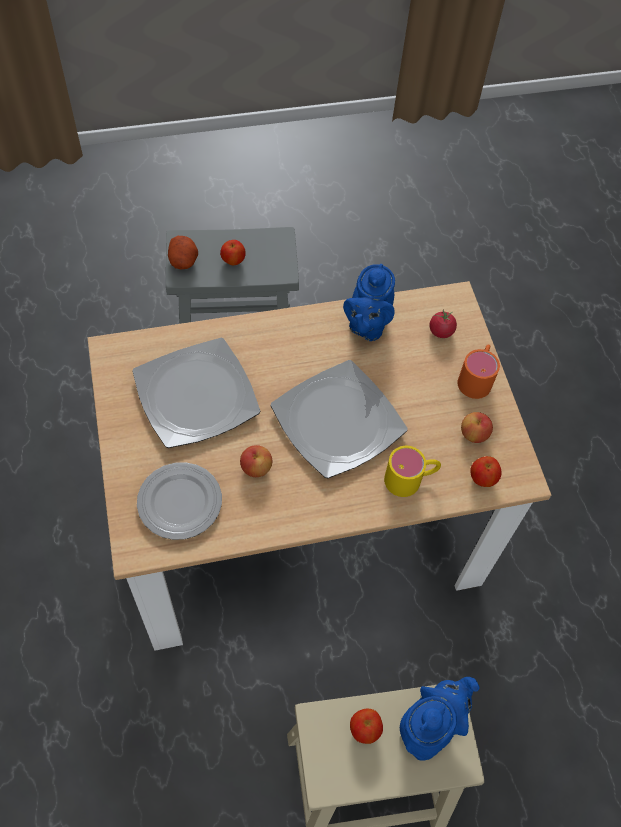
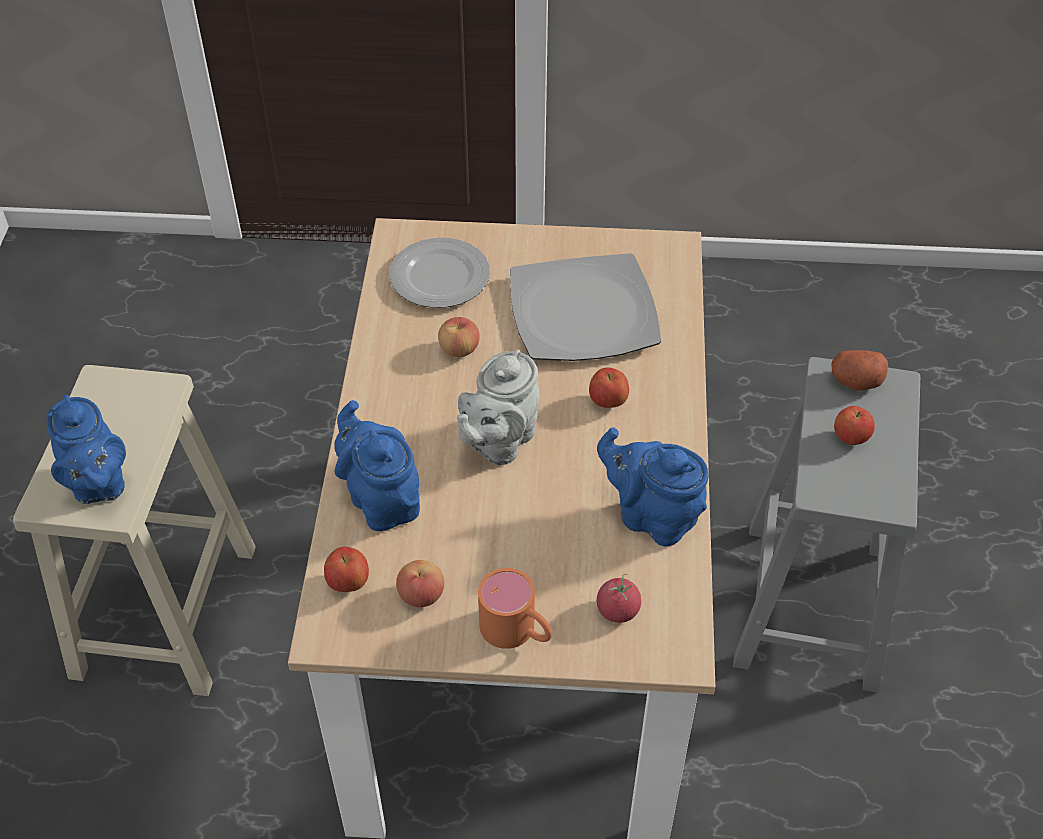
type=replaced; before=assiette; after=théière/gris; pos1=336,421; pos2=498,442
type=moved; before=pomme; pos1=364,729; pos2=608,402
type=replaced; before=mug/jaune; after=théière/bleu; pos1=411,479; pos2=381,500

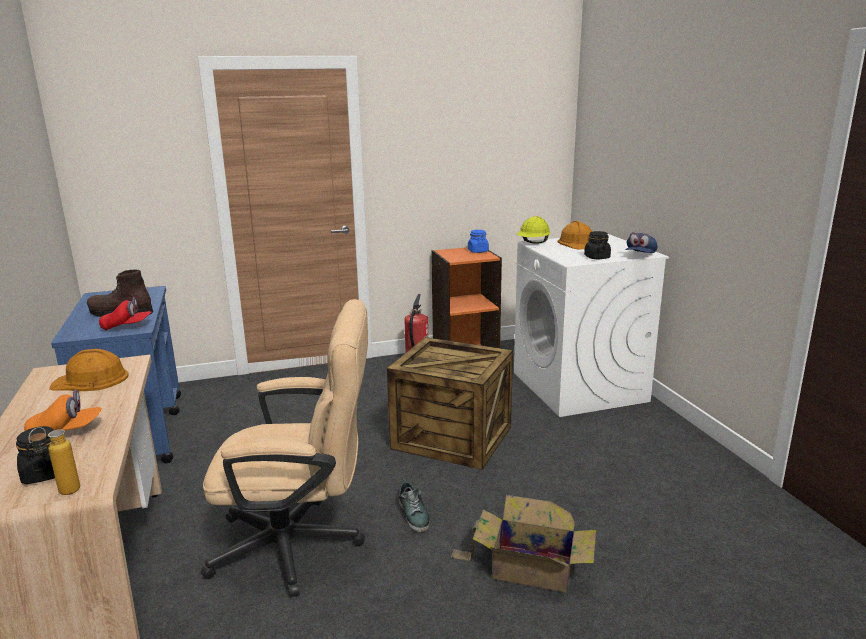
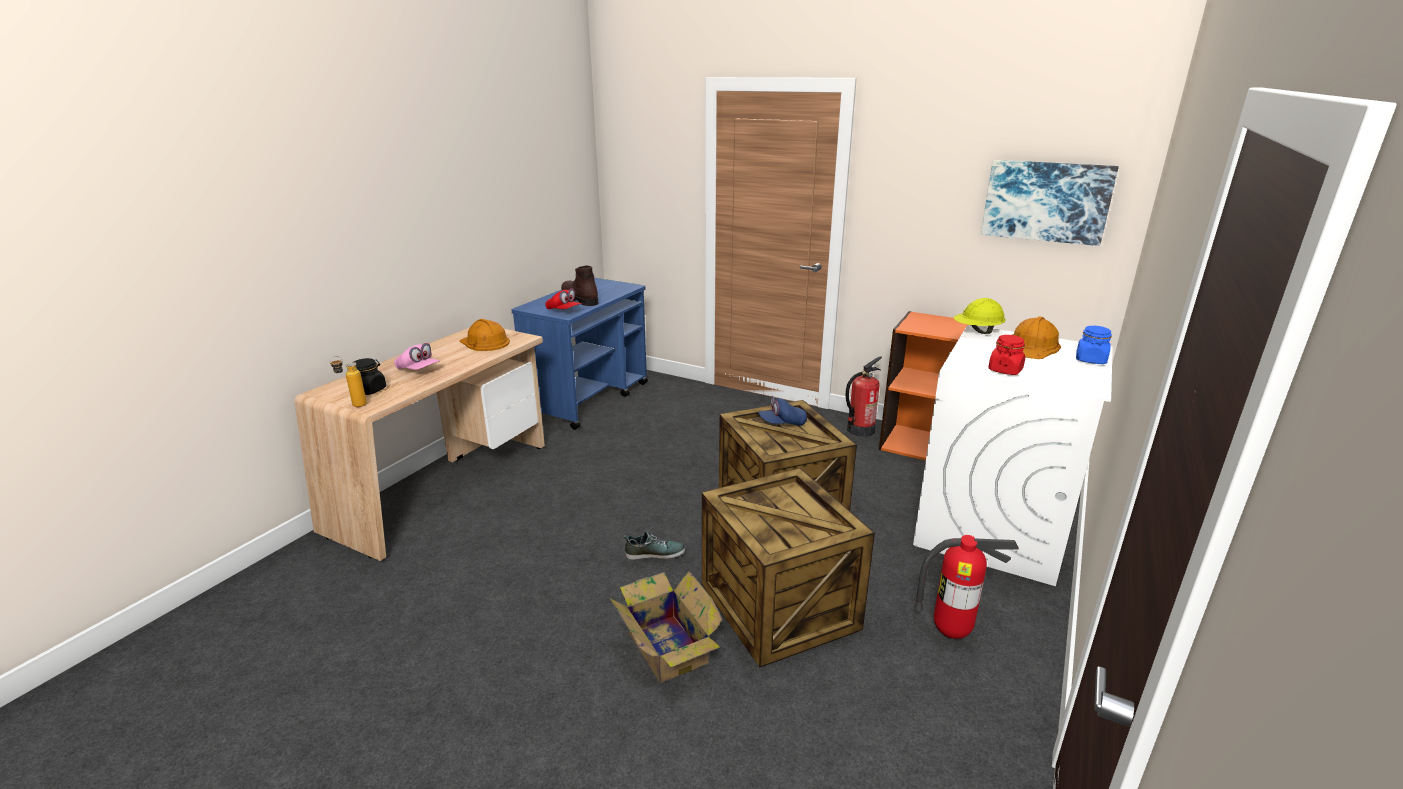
type=recoloured; before=casquette/orange; after=casquette/rose; pos1=66,431; pos2=418,370
type=removed; before=chaise de bureau/beige; pos1=300,545
type=turned; before=chaussure; pos1=414,515; pos2=655,553; turn=-120
type=moved; before=bocal/bleu; pos1=478,251; pos2=1090,360
type=recoloured; before=bocal/noir; after=bocal/rouge; pos1=596,257; pos2=1005,370
type=moved; before=casquette/bleu; pos1=640,256; pos2=782,423
type=added; after=caisse; pos2=781,605
type=added; after=extincteur; pos2=951,632
type=added; after=tableau; pos2=1046,201

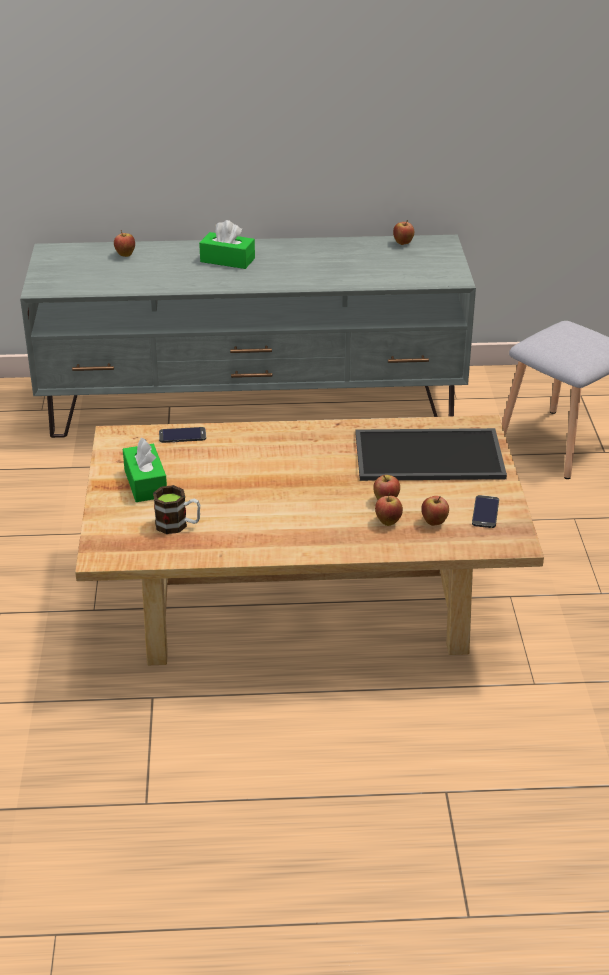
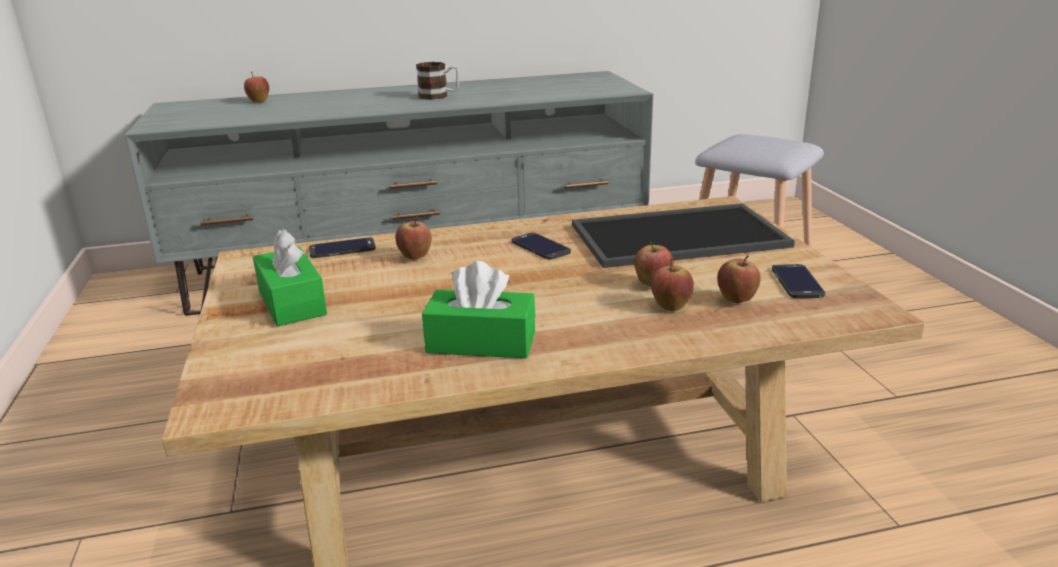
type=moved; before=mug; pos1=178,525; pos2=439,96
type=moved; before=boîte à mouchoirs/vert; pos1=227,260; pos2=481,342
type=moved; before=pomme; pos1=403,243; pos2=415,258
type=added; after=téléphone; pos2=540,247

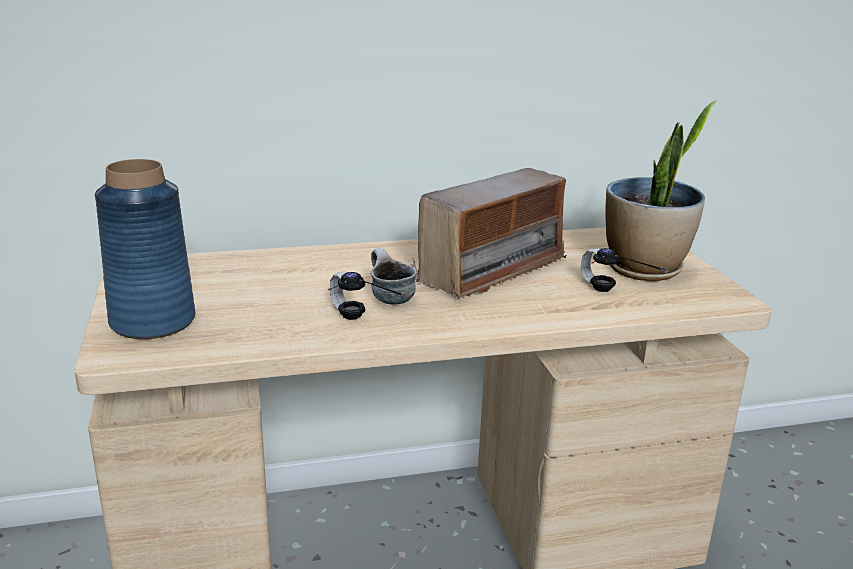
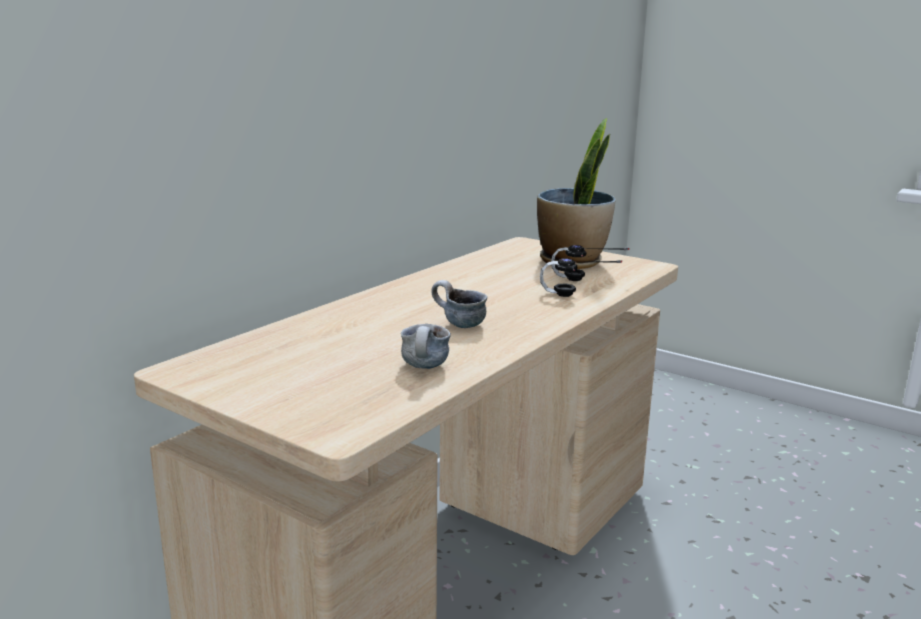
type=removed; before=vase/bleu; pos1=153,322
type=moved; before=casque audio; pos1=355,324; pos2=578,298
type=removed; before=radio; pos1=491,270
type=added; after=mug; pos2=426,368

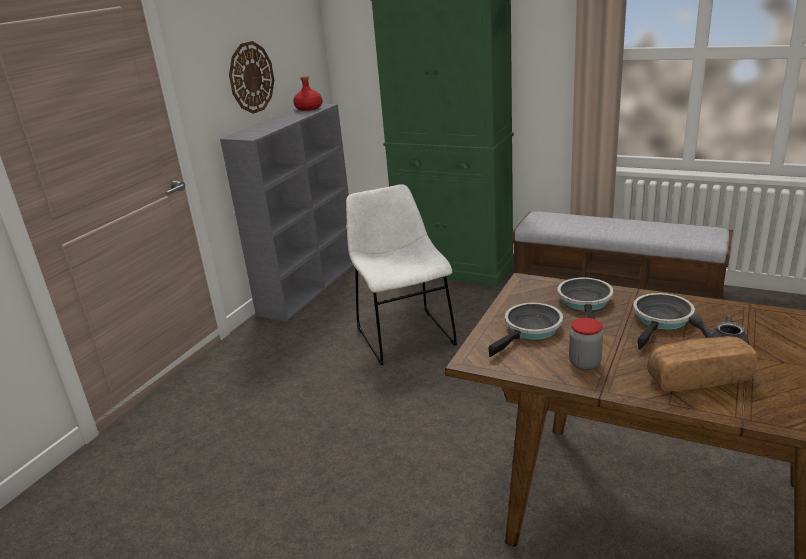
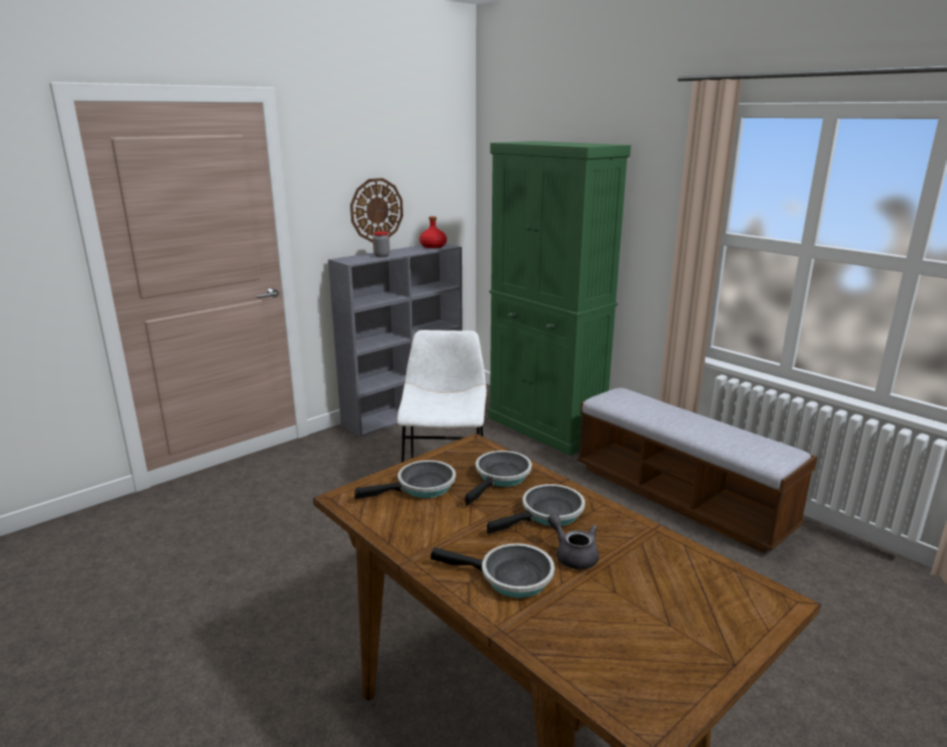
type=moved; before=bocal; pos1=584,363; pos2=381,256
type=replaced; before=pain; after=poêle; pos1=697,378; pos2=510,577

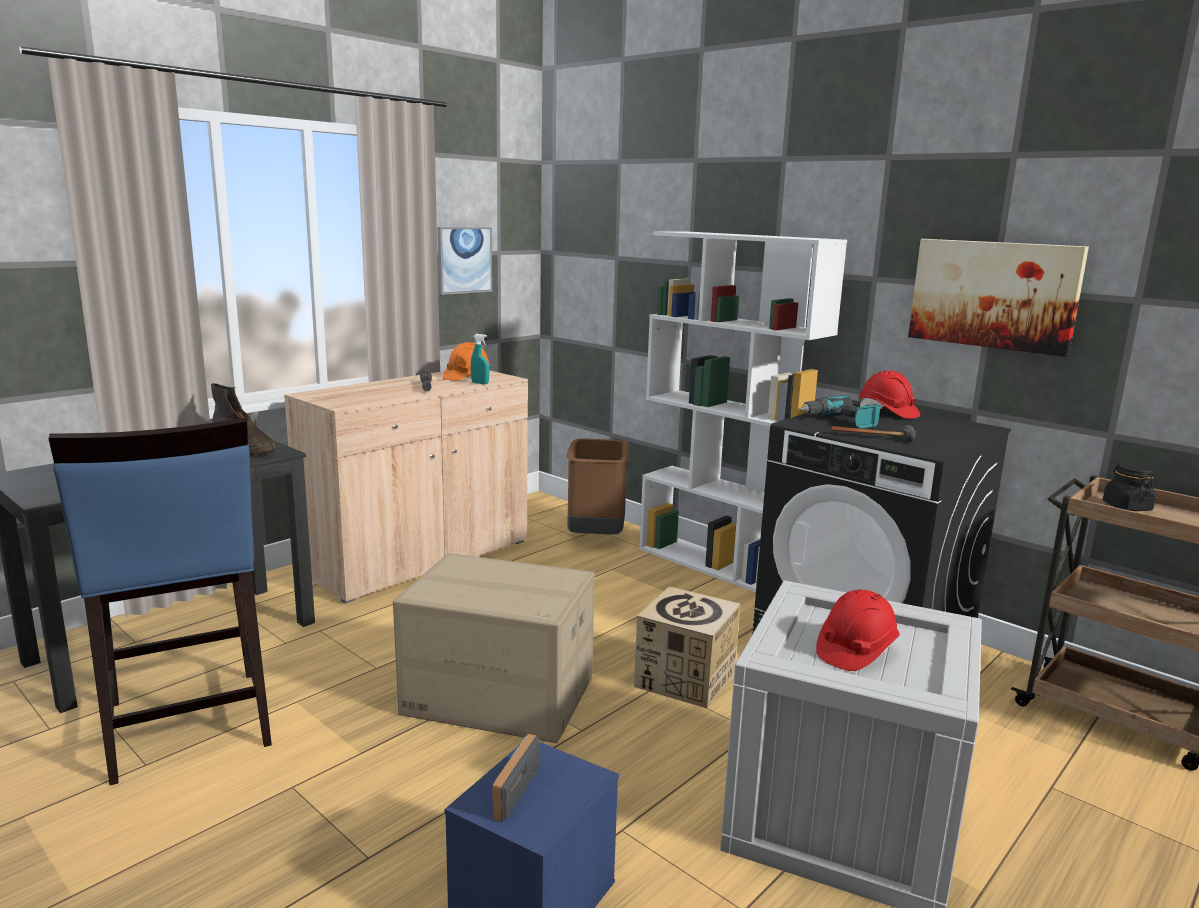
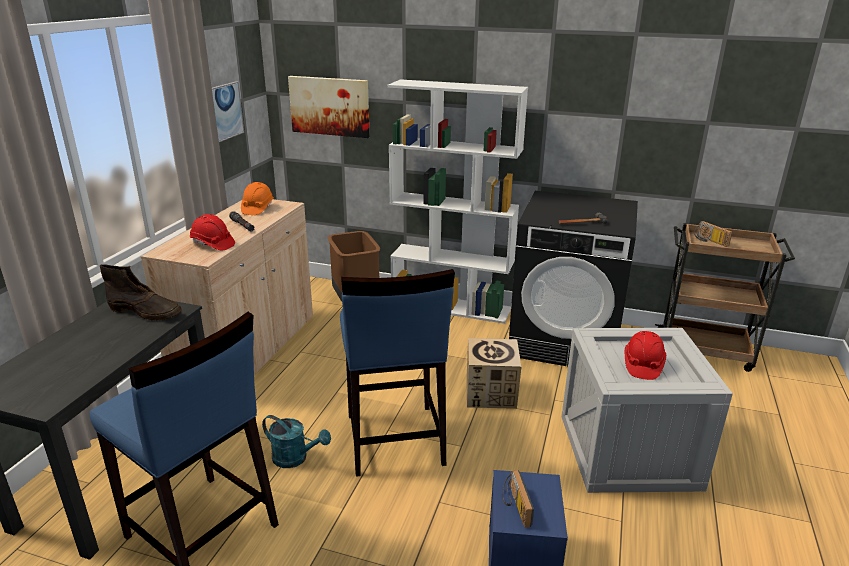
type=replaced; before=carton; after=tabouret/bleu; pos1=498,697; pos2=394,440
type=removed; before=vaporisateur/turquoise; pos1=480,383
type=removed; before=perceuse; pos1=840,421
type=moved; before=casque de chantier/rouge; pos1=887,412; pos2=212,244
type=moved; before=tableau; pos1=993,294; pos2=330,106
type=replaced; before=bocal/noir; after=radio; pos1=1126,507; pos2=709,241
type=added; after=arrosoir/turquoise; pos2=295,458

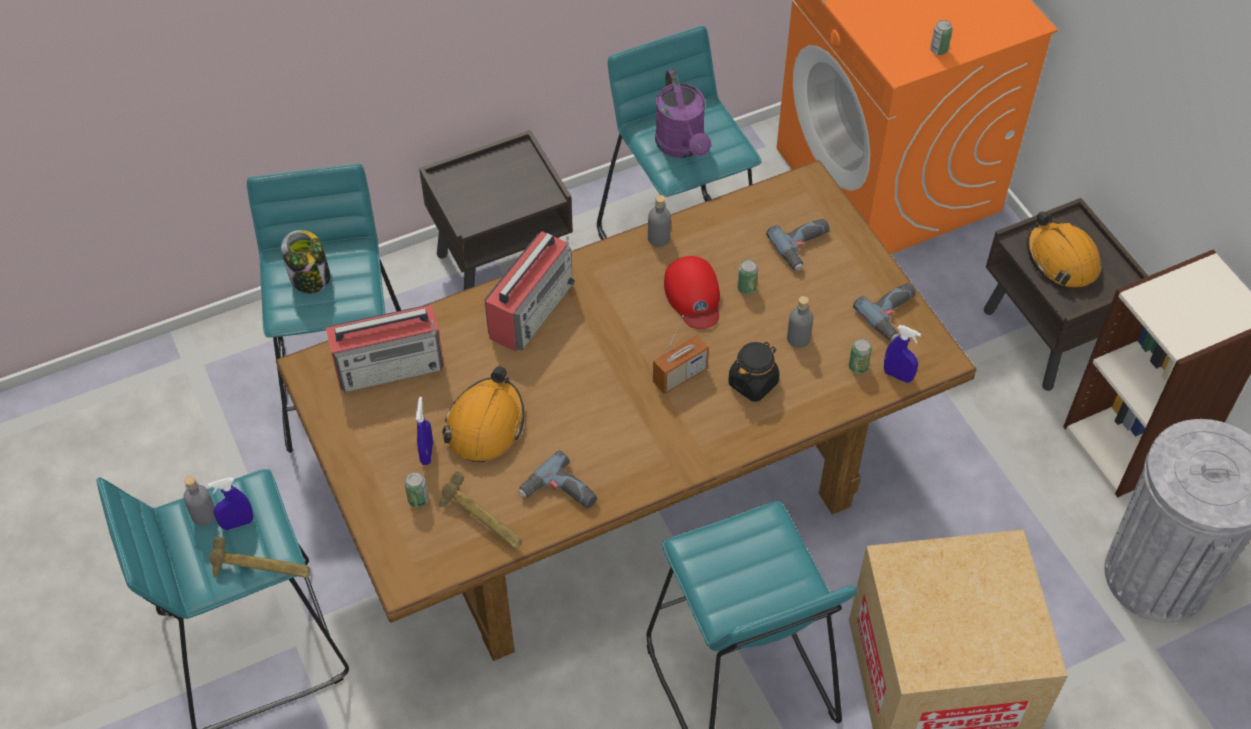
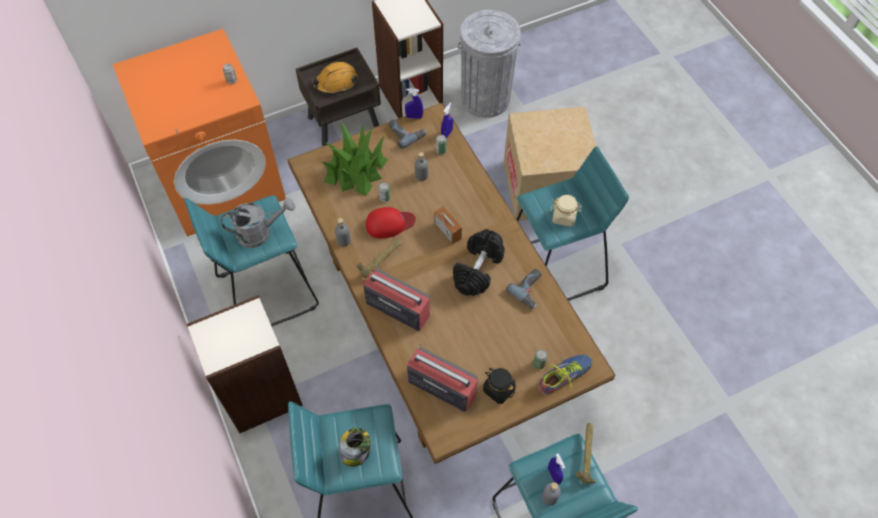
type=turned; before=radio; pos1=391,366; pos2=441,386; turn=-45
type=moved; before=vaporisateur/bleu; pos1=427,453; pos2=414,117
type=replaced; before=table de chevet/marron; after=bibliothèque; pos1=503,262; pos2=260,395
type=moved; before=marteau; pos1=482,522; pos2=381,262
type=removed; before=casque de chantier/orange; pos1=485,425
type=recoloured; before=arrosoir/violet; after=arrosoir/gris; pos1=683,147; pos2=260,232
type=moved; before=bocal/noir; pos1=753,383; pos2=498,389
type=replaced; before=perceuse; after=plante en pot; pos1=804,247; pos2=355,169
type=added; after=haltère/noir; pos2=478,269
type=added; after=chaussure; pos2=564,376
type=added; after=bocal/beige; pos2=564,217

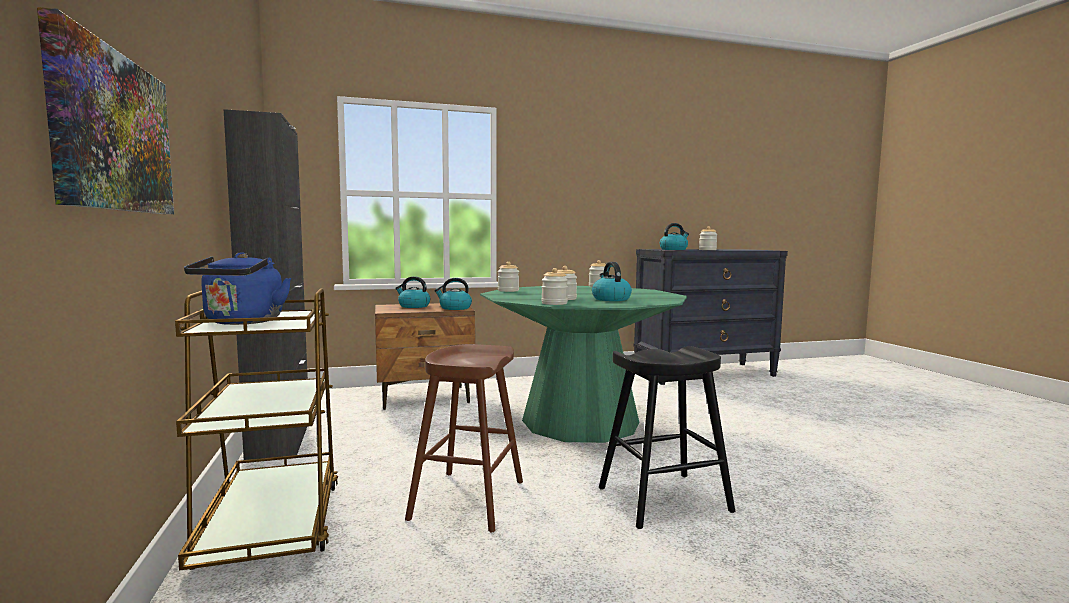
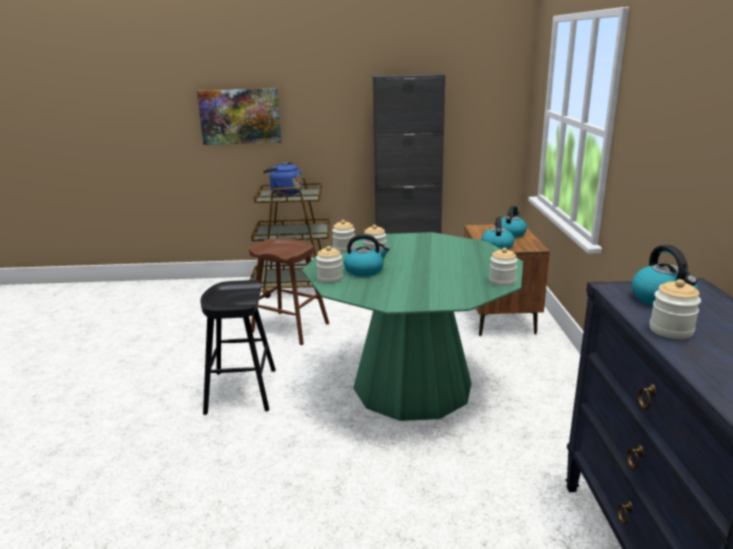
type=moved; before=bocal; pos1=508,290; pos2=330,278

